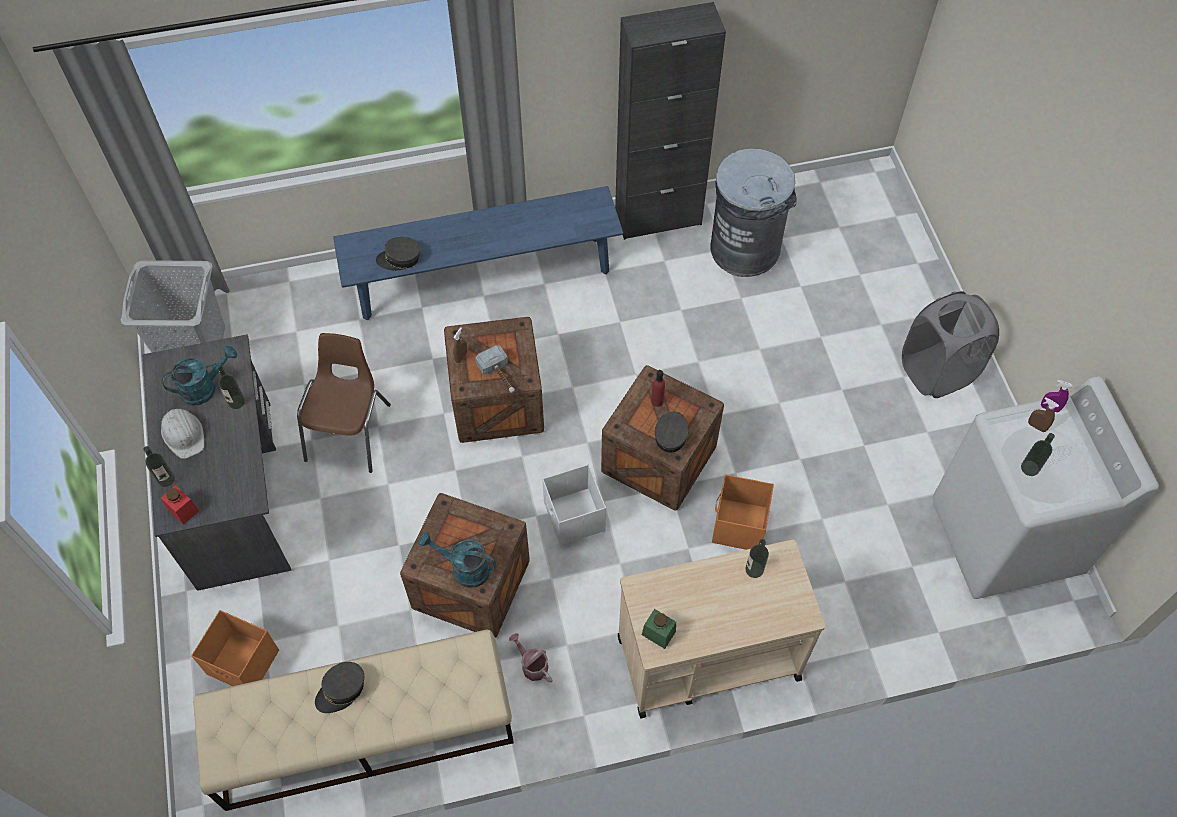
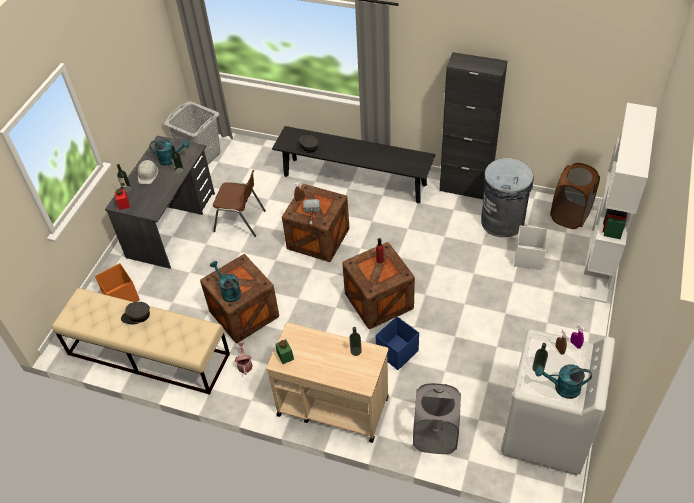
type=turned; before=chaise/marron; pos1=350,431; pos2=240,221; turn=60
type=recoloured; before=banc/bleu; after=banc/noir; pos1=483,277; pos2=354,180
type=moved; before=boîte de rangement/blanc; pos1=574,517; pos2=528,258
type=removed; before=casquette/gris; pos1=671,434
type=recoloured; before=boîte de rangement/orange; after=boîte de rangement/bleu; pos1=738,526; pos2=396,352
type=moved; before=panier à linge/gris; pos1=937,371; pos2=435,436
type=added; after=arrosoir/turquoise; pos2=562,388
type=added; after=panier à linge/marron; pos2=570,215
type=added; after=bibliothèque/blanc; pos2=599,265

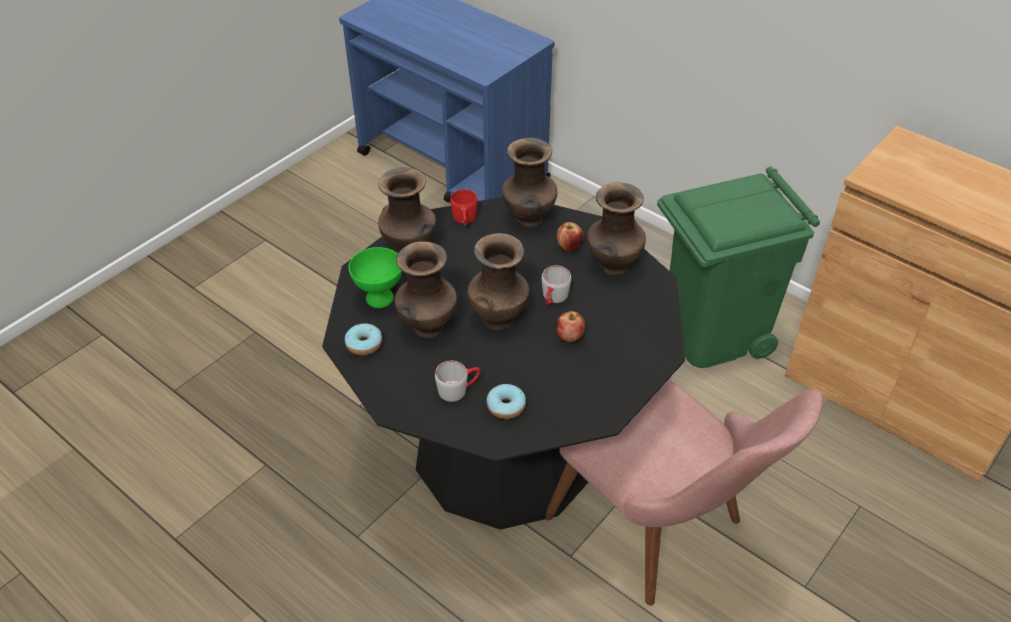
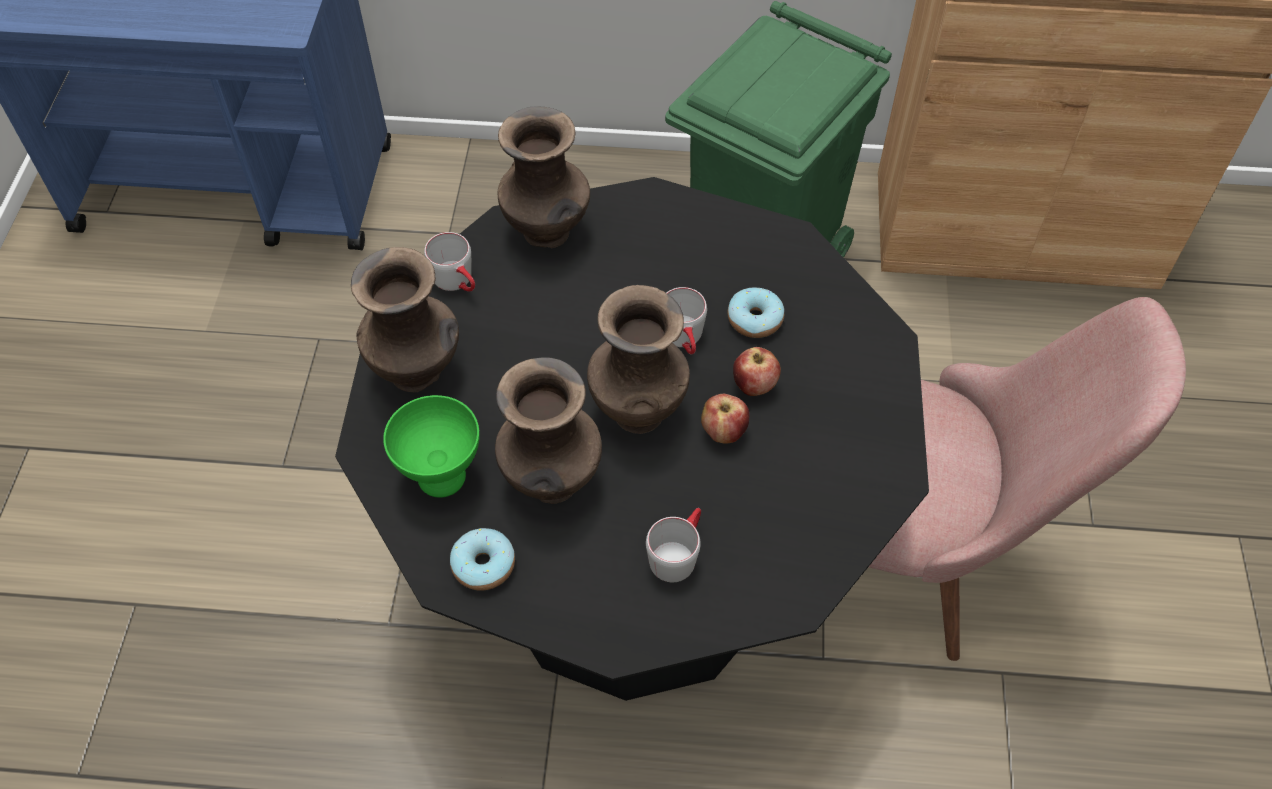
type=recoloured; before=mug/rouge; after=mug/gris; pos1=465,220; pos2=458,282
type=moved; before=beignet; pos1=506,406; pos2=755,319
type=moved; before=pomme; pos1=569,247; pos2=724,432
type=removed; before=vase/marron; pos1=613,266

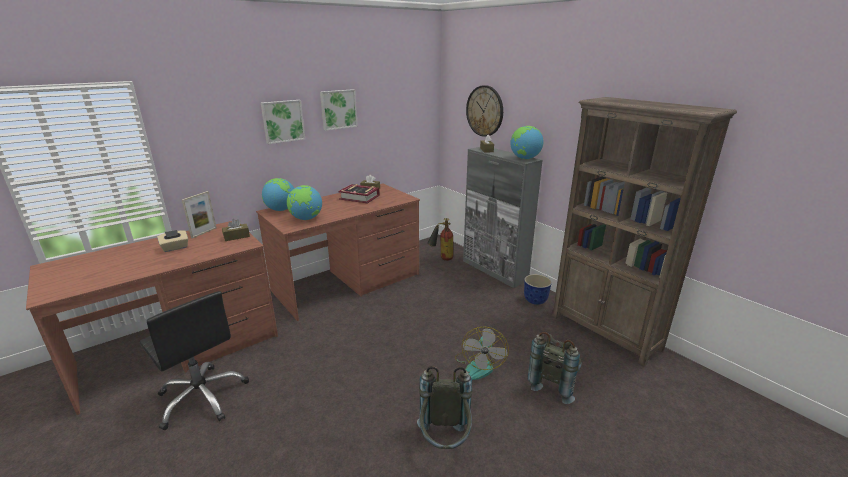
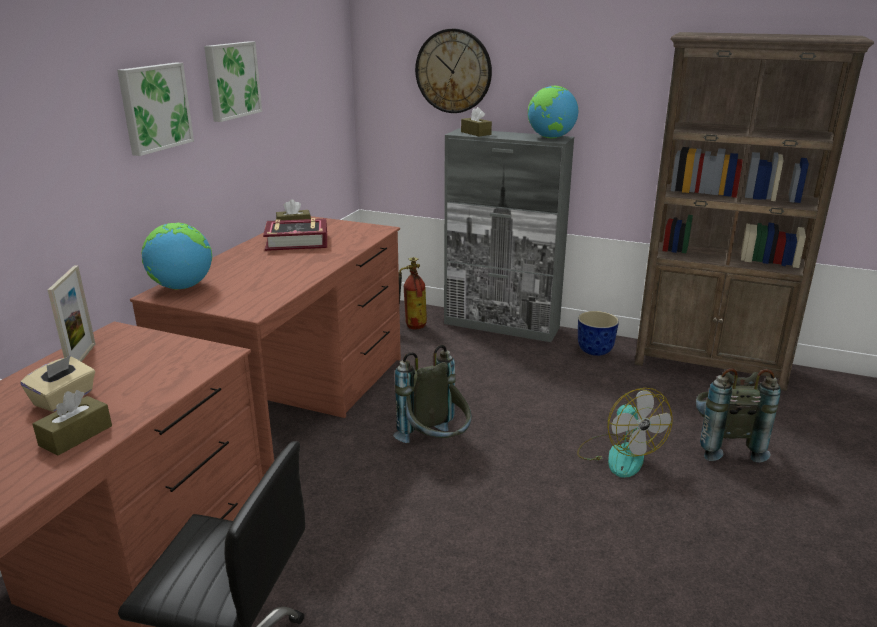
type=moved; before=boîte à mouchoirs/marron; pos1=236,236; pos2=76,435
type=removed; before=globe; pos1=306,219
type=moved; before=sac à dos/gris; pos1=444,442; pos2=436,446

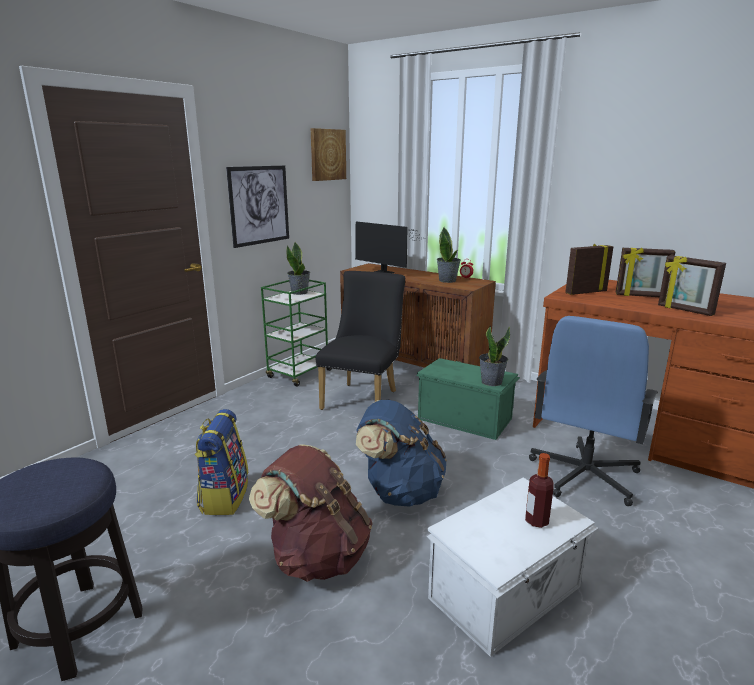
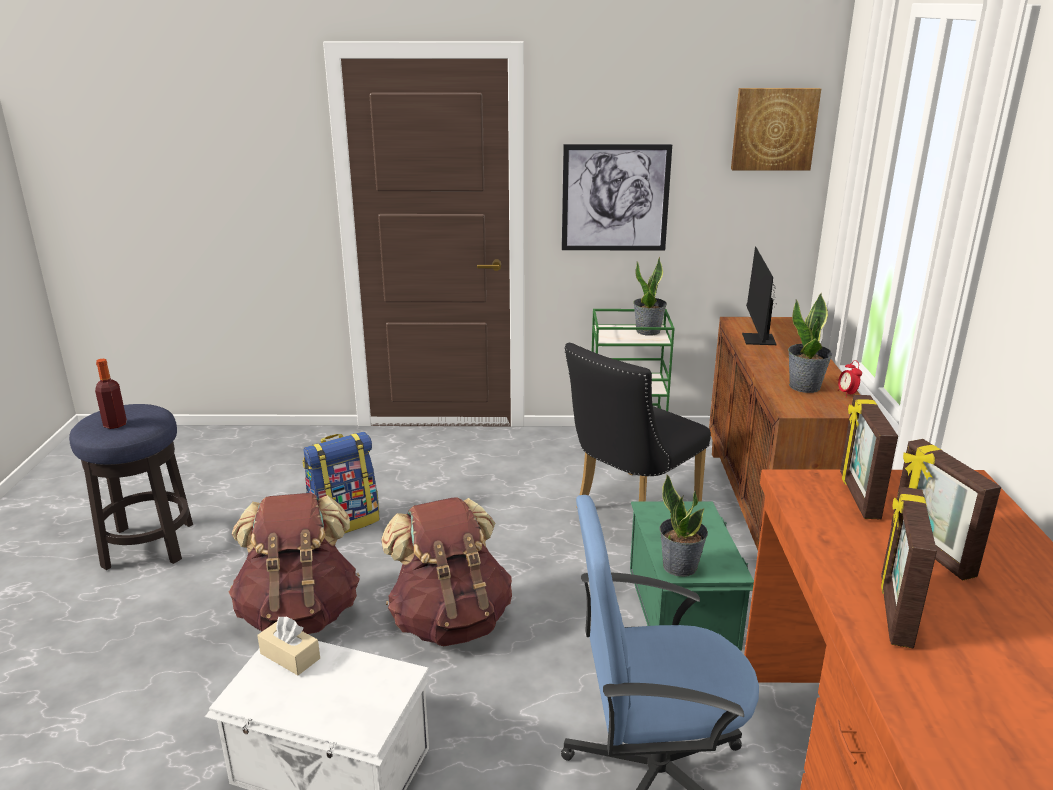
type=turned; before=chaise/noir; pos1=363,398; pos2=630,509; turn=150
type=recoloured; before=sac à dos/bleu; after=sac à dos/marron; pos1=400,492; pos2=450,621
type=moved; before=bouteille; pos1=536,521; pos2=115,424
type=turned; before=cadre photo; pos1=585,292; pos2=857,496; turn=-120
type=added; after=boîte à mouchoirs/beige; pos2=290,656

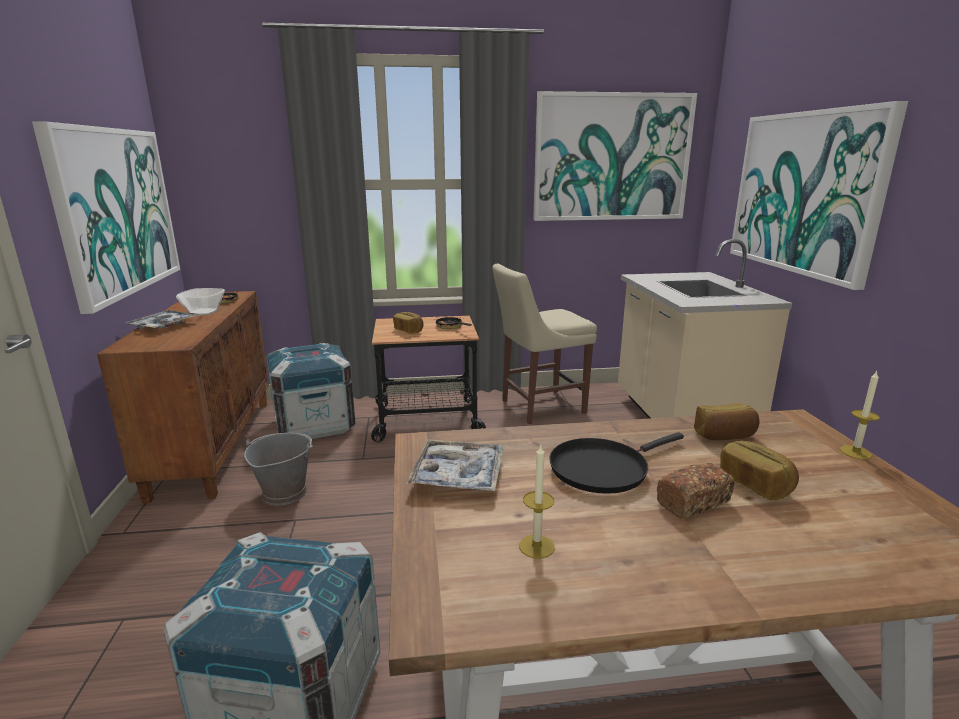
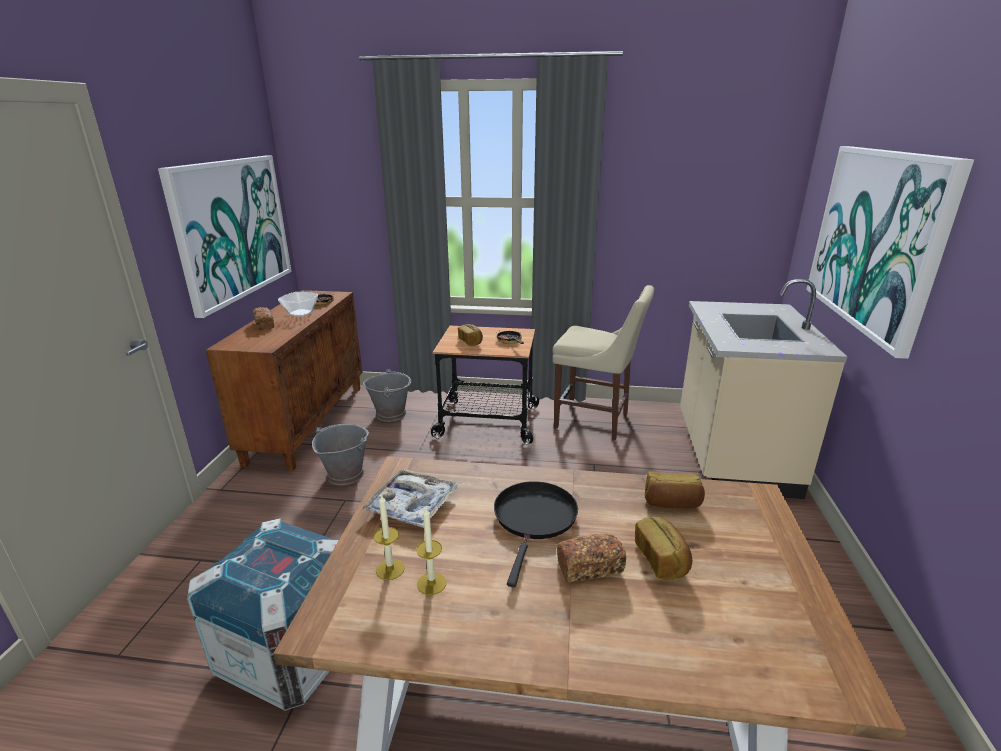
type=replaced; before=plateau; after=pain; pos1=164,325; pos2=264,325
type=replaced; before=caisse; after=seau/gris; pos1=315,425; pos2=391,414
type=turned; before=chaise/beige; pos1=539,407; pos2=595,421; turn=-150
type=removed; before=tableau; pos1=611,158
type=turned; before=poêle/noir; pos1=603,468; pos2=534,519; turn=120
type=moved; before=bougie; pos1=855,452; pos2=390,569

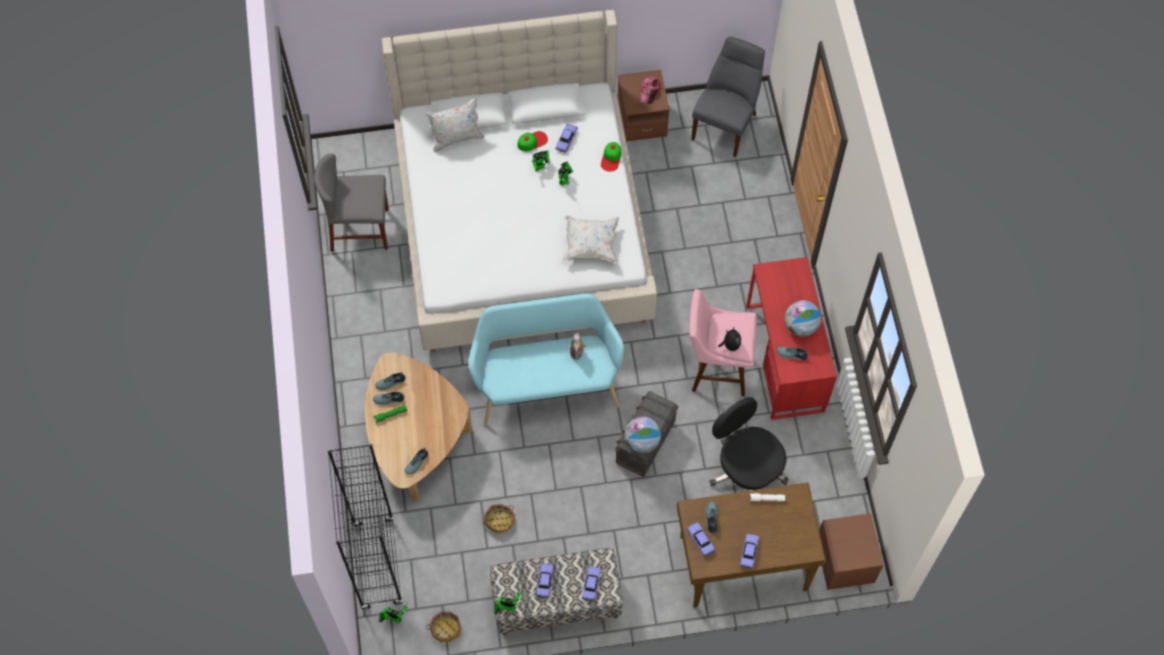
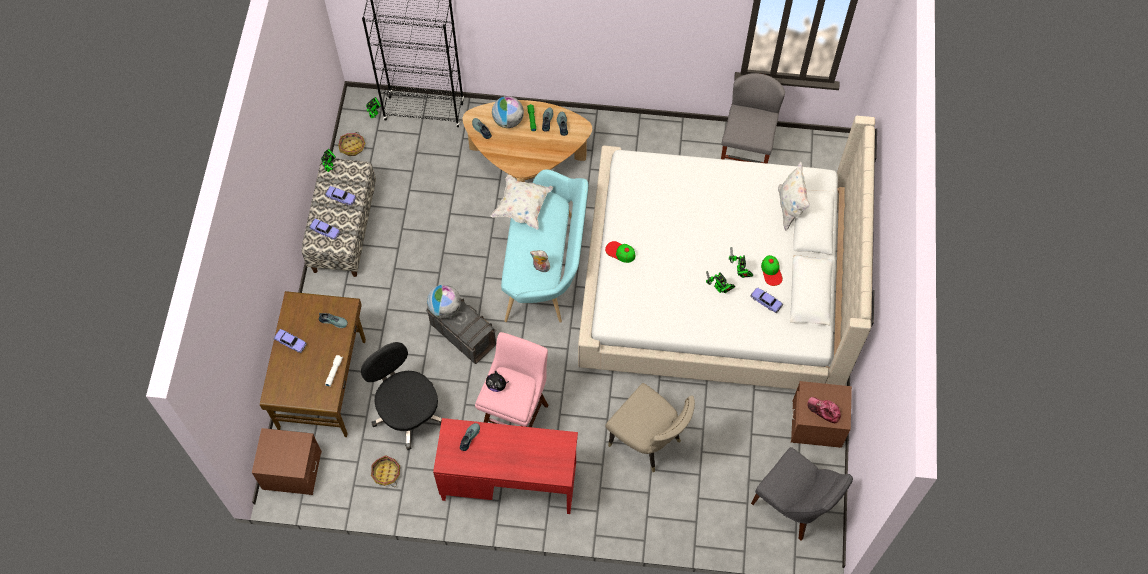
type=moved; before=panier; pos1=500,521; pos2=386,473
type=moved; before=coussin/blanc; pos1=590,245; pos2=522,207
type=moved; before=casquette; pos1=611,158; pos2=620,252
type=removed; before=petite voiture; pos1=700,540
type=turned; before=chaise de bureau/noir; pos1=746,470; pos2=408,412; turn=-105
type=moved; before=globe; pos1=800,326; pos2=508,121
type=added; after=chaise/beige; pos2=648,442

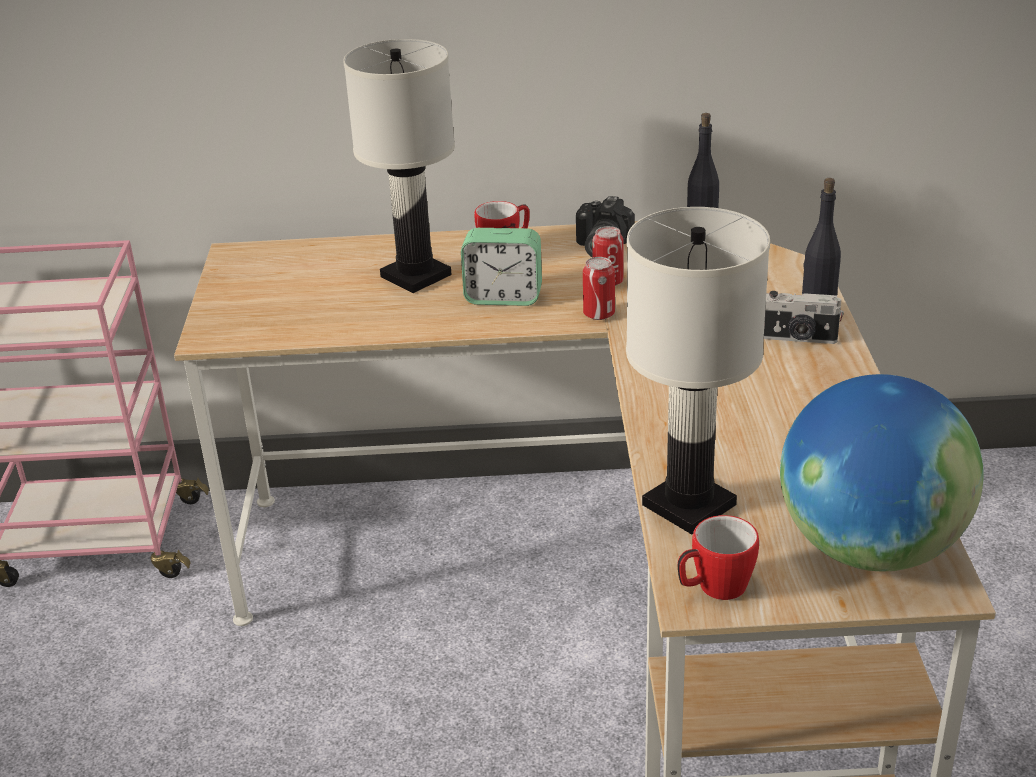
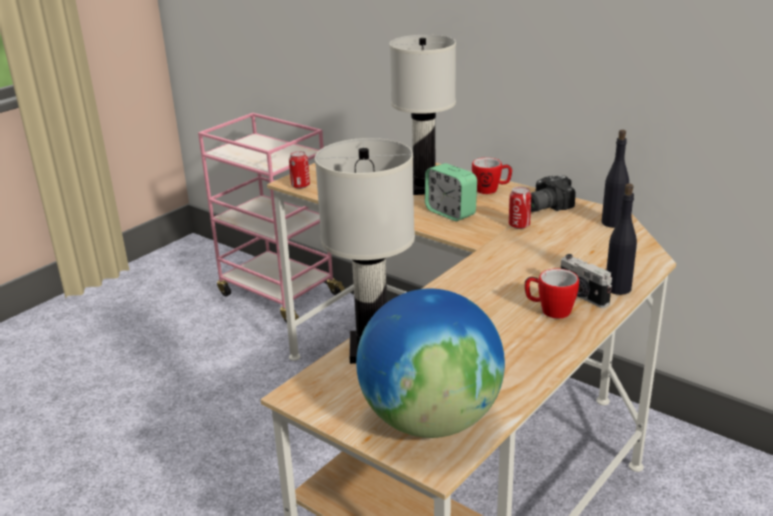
type=moved; before=boîte métallique; pos1=599,314; pos2=300,186
type=moved; before=mug; pos1=714,588; pos2=549,311

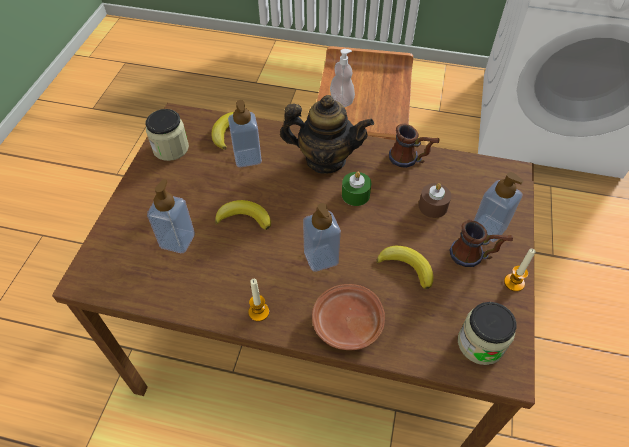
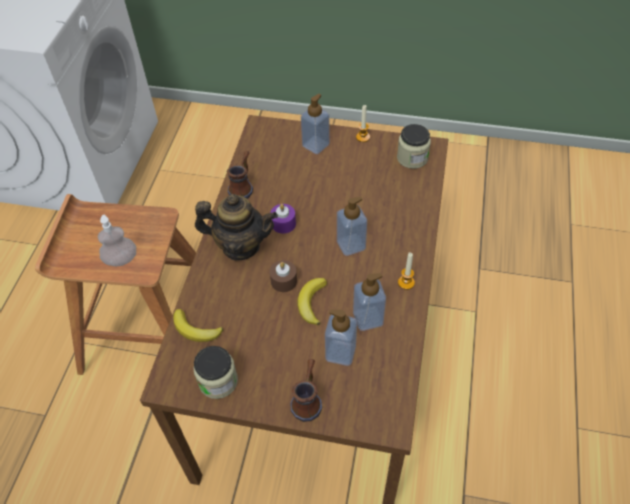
type=moved; before=distributeur de savon; pos1=247,158; pos2=368,318
type=turned; before=théière; pos1=325,159; pos2=240,246; turn=90
type=removed; before=assiette/marron; pos1=347,323
type=recoloured; before=bougie/vert; after=bougie/violet; pos1=355,195; pos2=283,223
type=removed; before=banane; pos1=407,267
type=moved; before=bougie/marron; pos1=433,206; pos2=284,281
type=moved; before=mug; pos1=475,256; pos2=308,399

